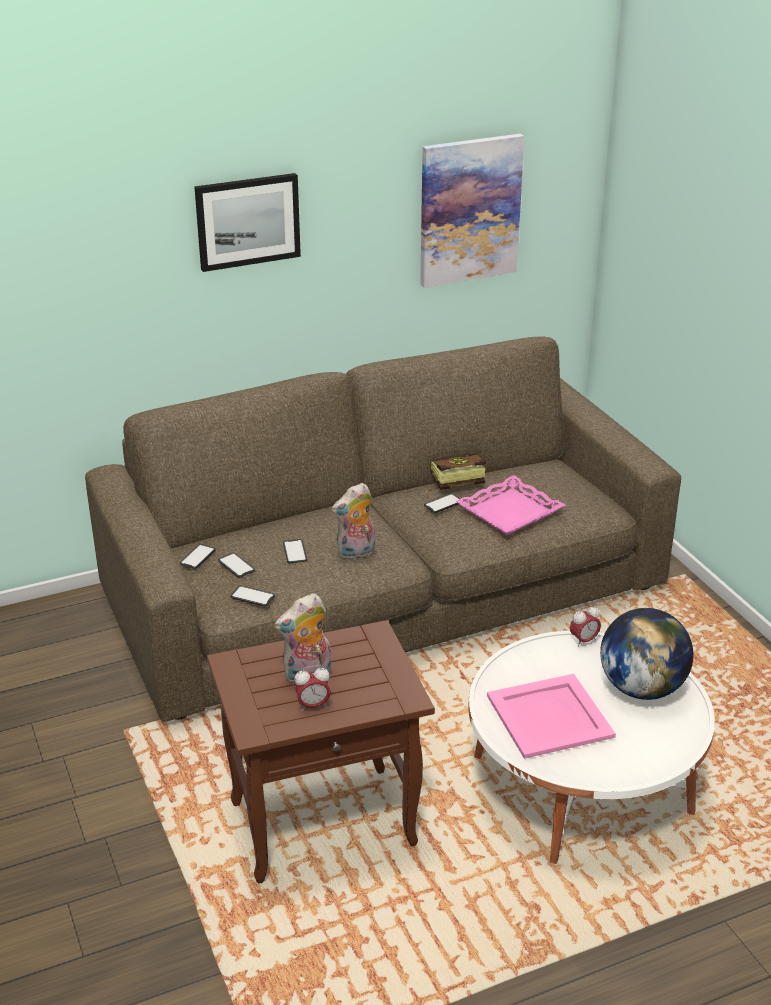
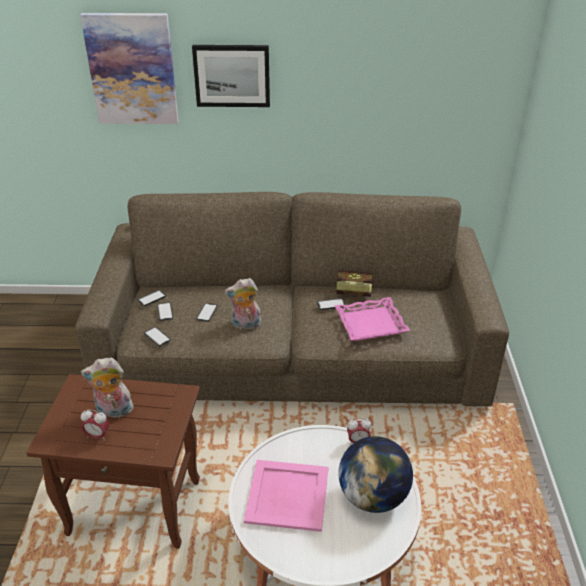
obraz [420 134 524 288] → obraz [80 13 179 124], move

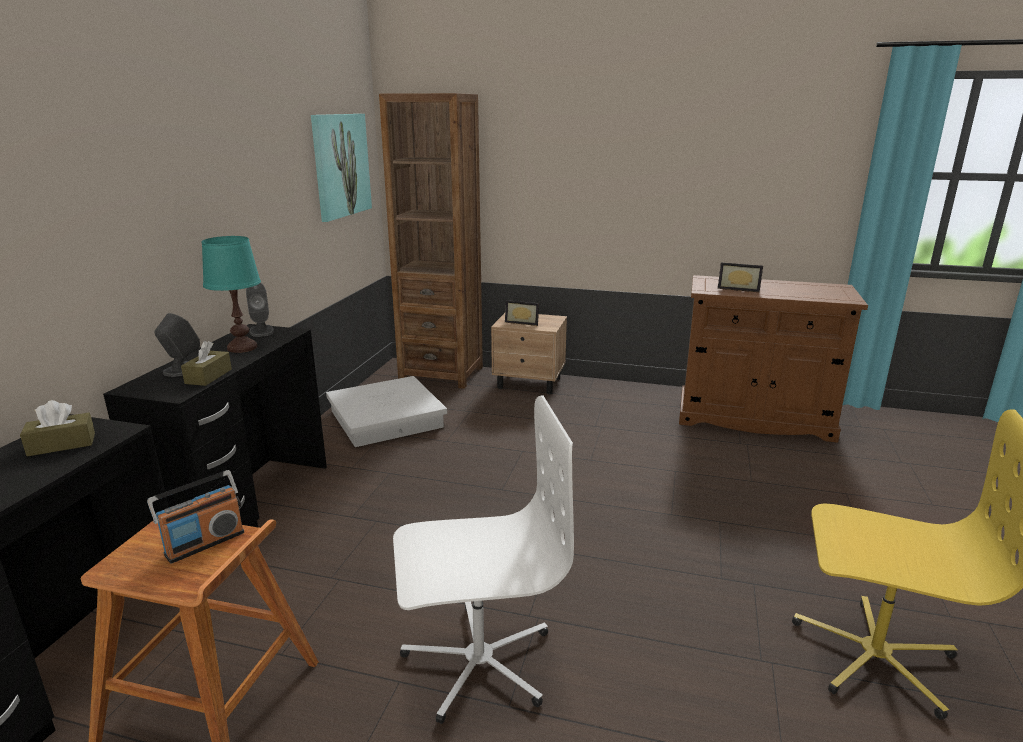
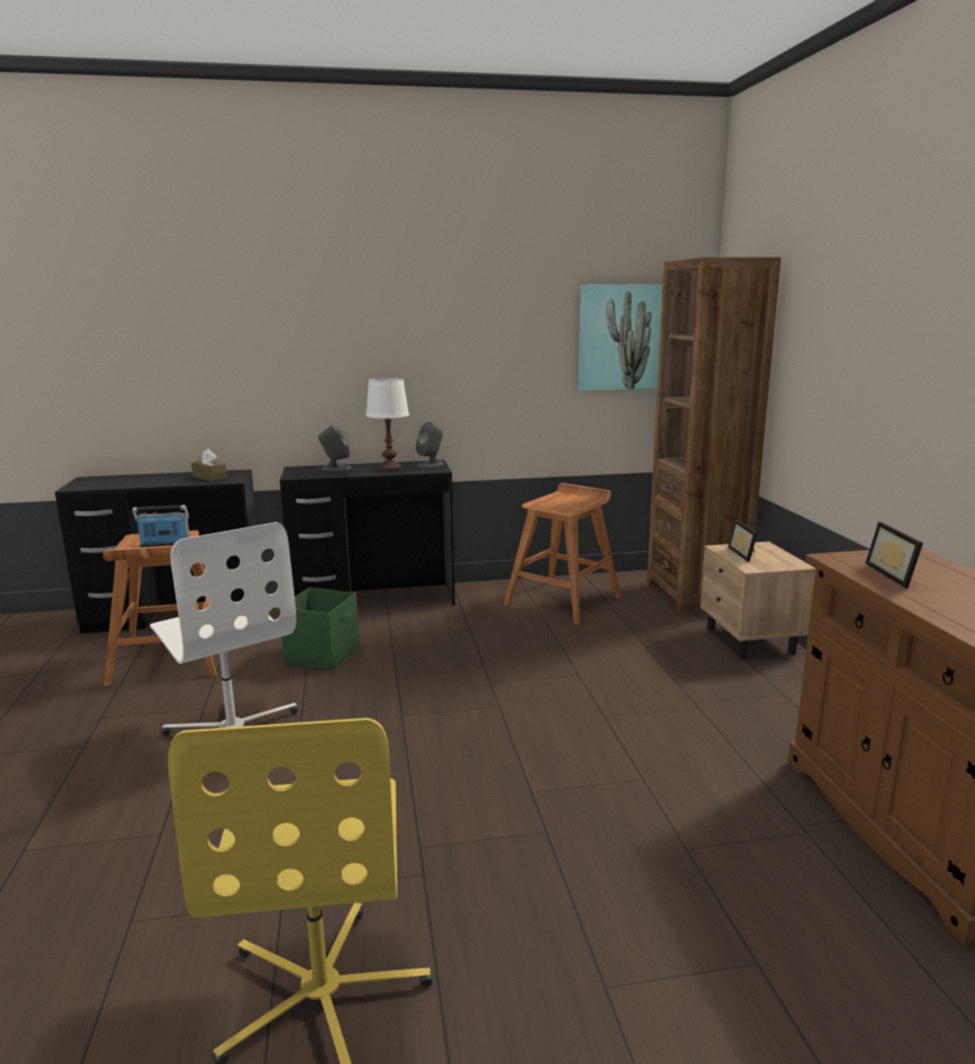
radio [147 470 244 563] → radio [132 505 190 547], 150 degrees clockwise
- → pojemnik do przechowywania [zielony] [279 587 359 670]
lampa stołowa [turkusowy] [202 236 261 353] → lampa stołowa [biały] [366 378 409 471]
pojemnik do przechowywania [biały] [326 376 447 447] → stołek [brązowy] [504 483 621 625]
pudełko chusteczek [brązowy] [181 341 232 386] → -

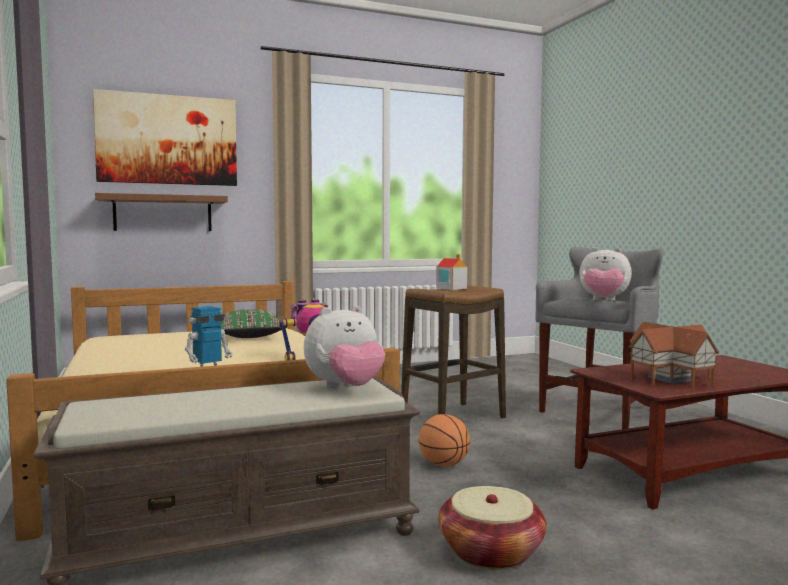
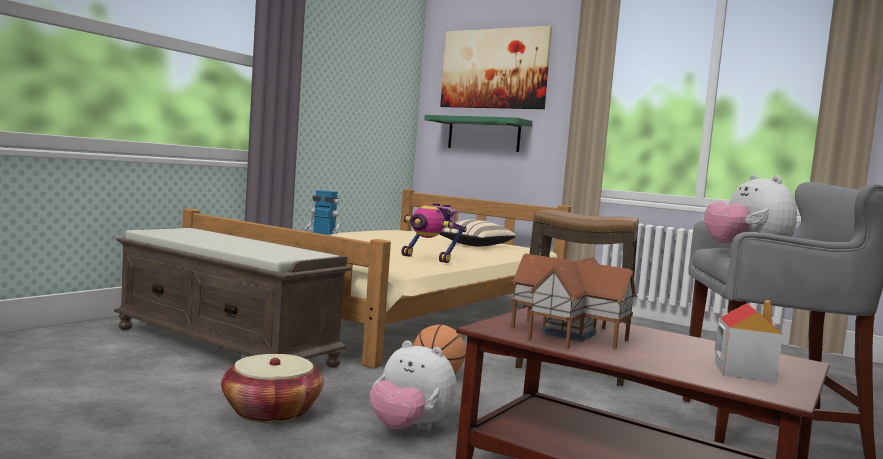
pluszak [304 306 385 389] → pluszak [370 340 457 430], move
półka [brązowy] [95 193 228 231] → półka [zielony] [424 115 532 152]
poduszka [zielony] [221 309 287 338] → poduszka [beżowy] [439 219 516 246]
domek [436 254 467 290] → domek [715 300 783 383], move

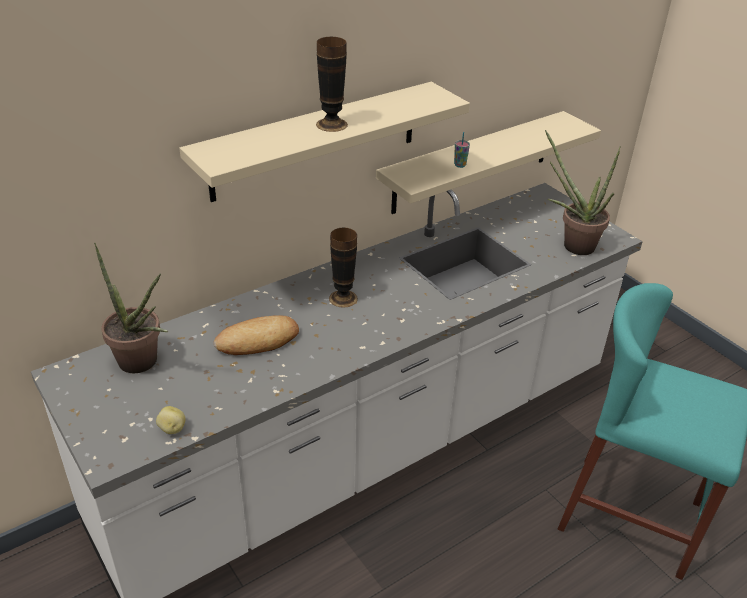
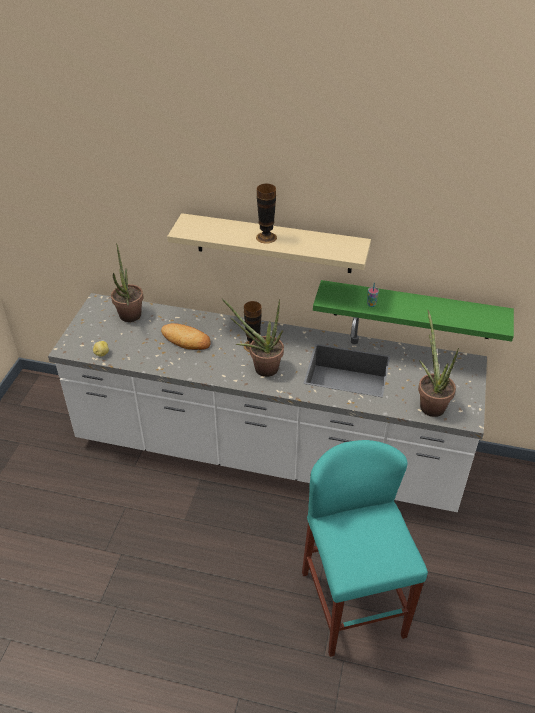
- → roślina doniczkowa [222 299 284 377]
półka [beżowy] [376 111 601 214] → półka [zielony] [313 280 514 342]

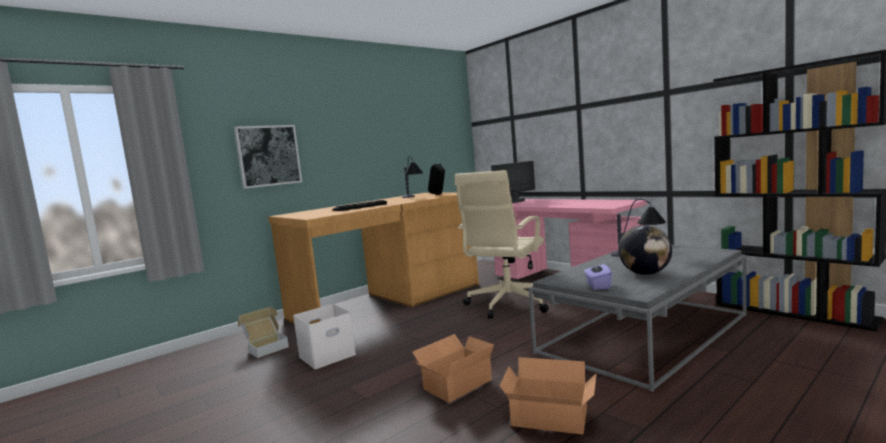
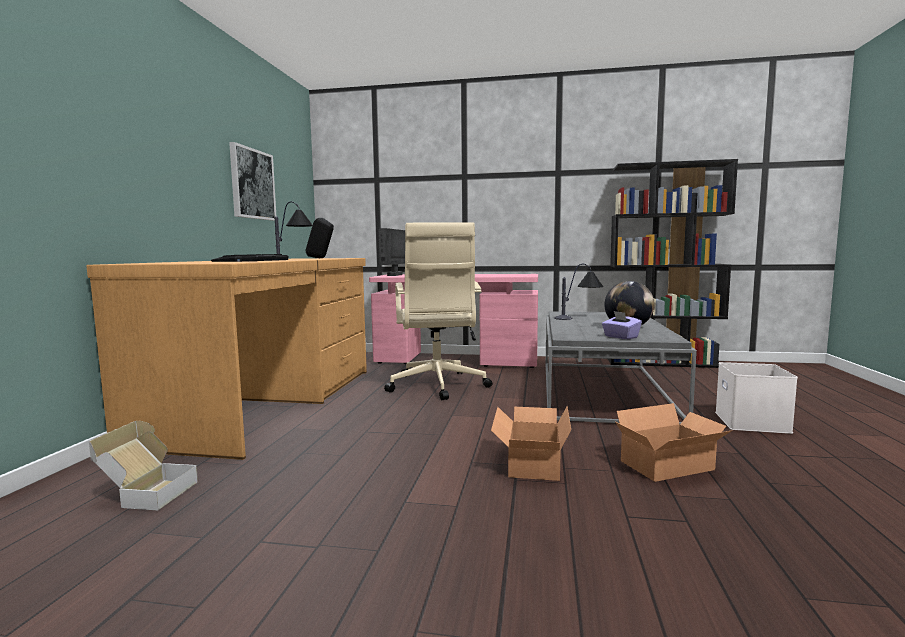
obraz [234 125 302 189] → obraz [229 142 276 221], move
pojemnik do przechowywania [biały] [293 304 356 369] → pojemnik do przechowywania [biały] [715 362 798 434], move

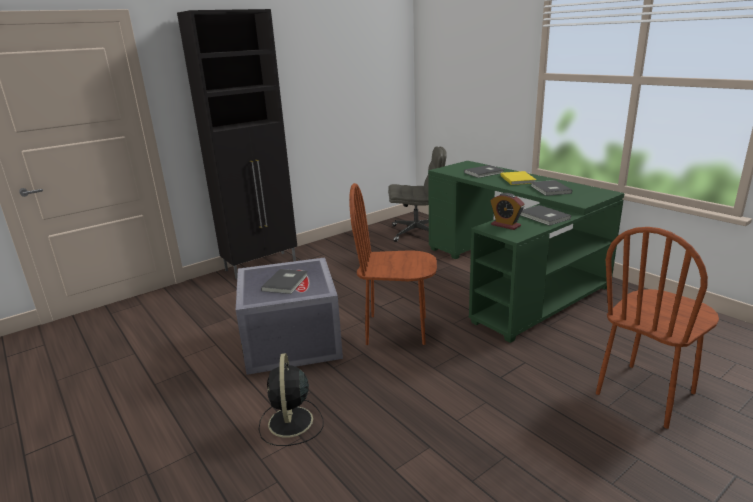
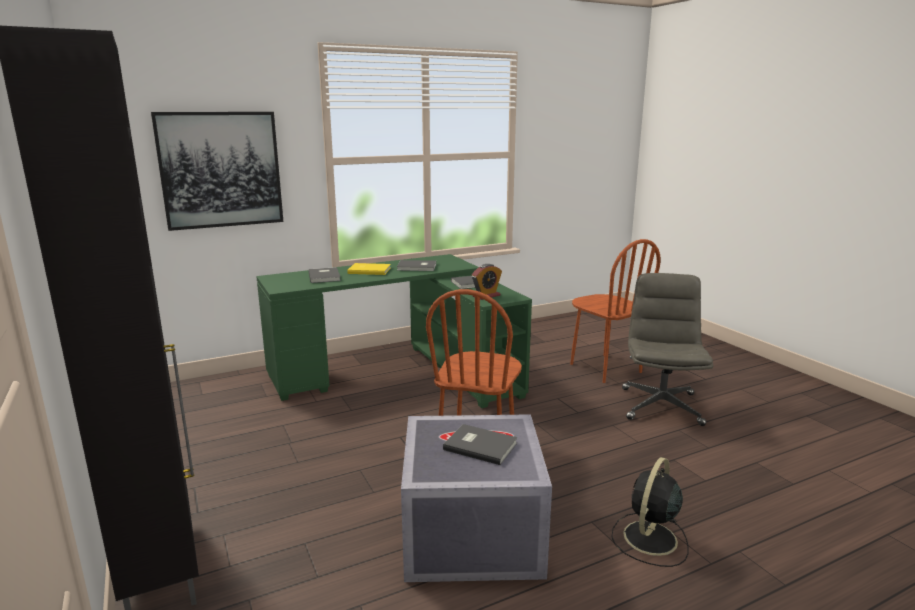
- → obraz [151 112 283 231]
wentylator [czarny] [259 353 324 446] → wentylator [czarny] [611 457 689 567], 120 degrees clockwise
krzesło biurowe [szary] [388 146 447 242] → krzesło biurowe [szary] [622 273 713 426], move

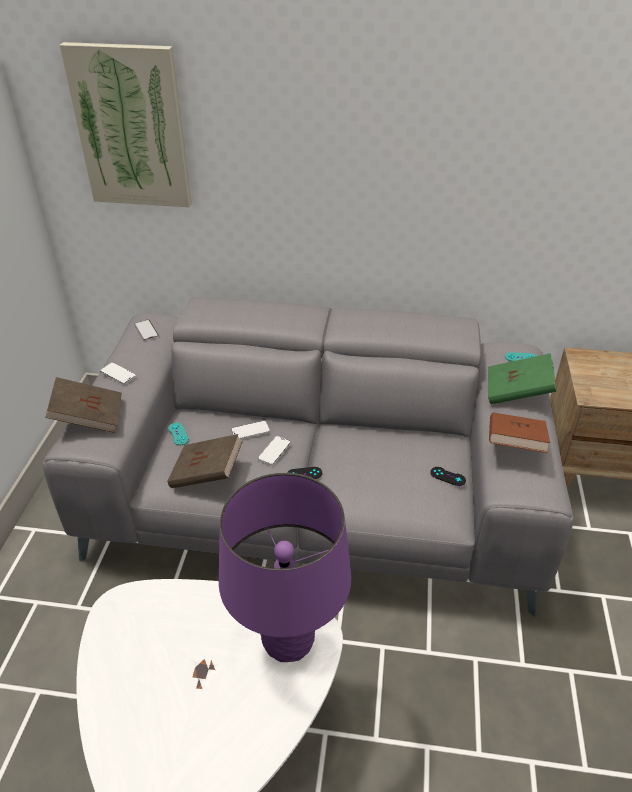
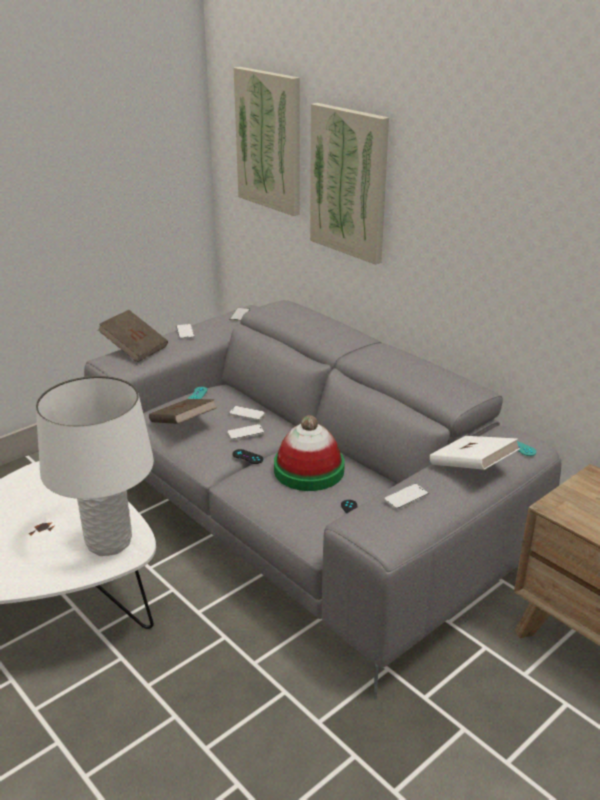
lampa stołowa [fioletowy] [219 473 352 662] → lampa stołowa [biały] [36 376 154 556]
- → kapelusz [274 415 345 491]
- → obraz [310 103 389 265]
książka [brązowy] [489 412 550 453] → telefon [384 484 428 509]
książka [zielony] [488 353 556 404] → książka [biały] [430 436 520 470]

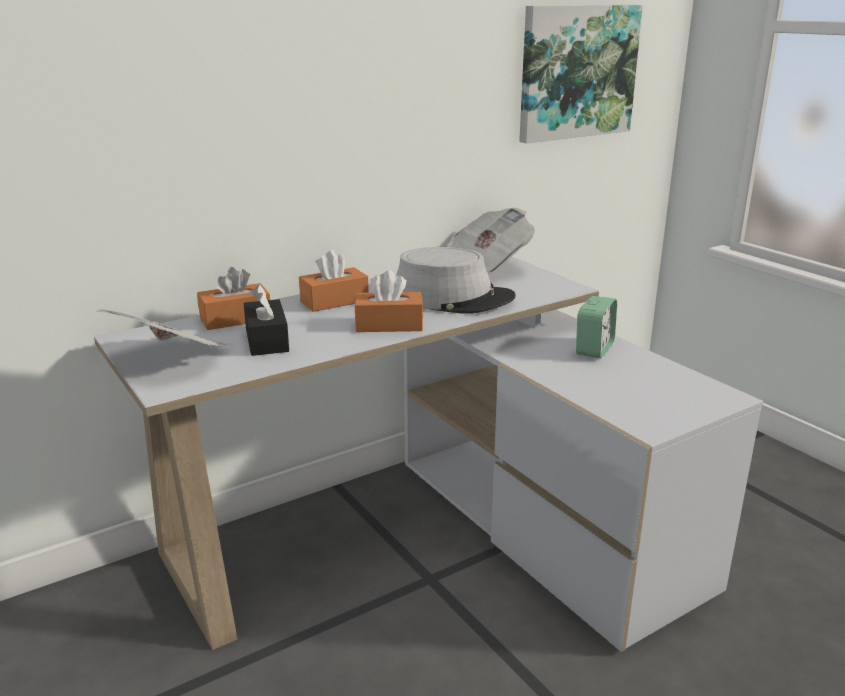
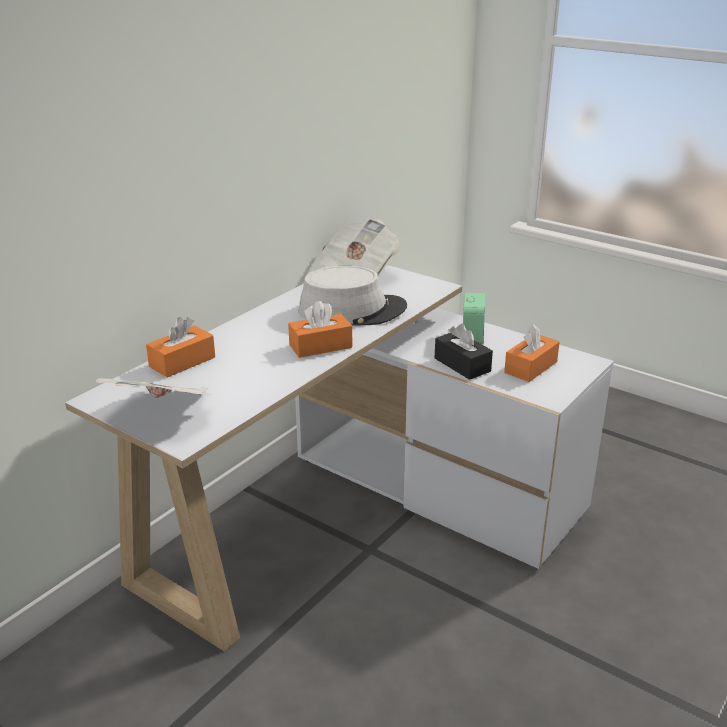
pudełko chusteczek [czarny] [244 284 289 356] → pudełko chusteczek [czarny] [435 323 493 380], move
pudełko chusteczek [pomarańczowy] [299 250 369 312] → pudełko chusteczek [pomarańczowy] [504 325 560 382], move
obraz [519 5 643 143] → -

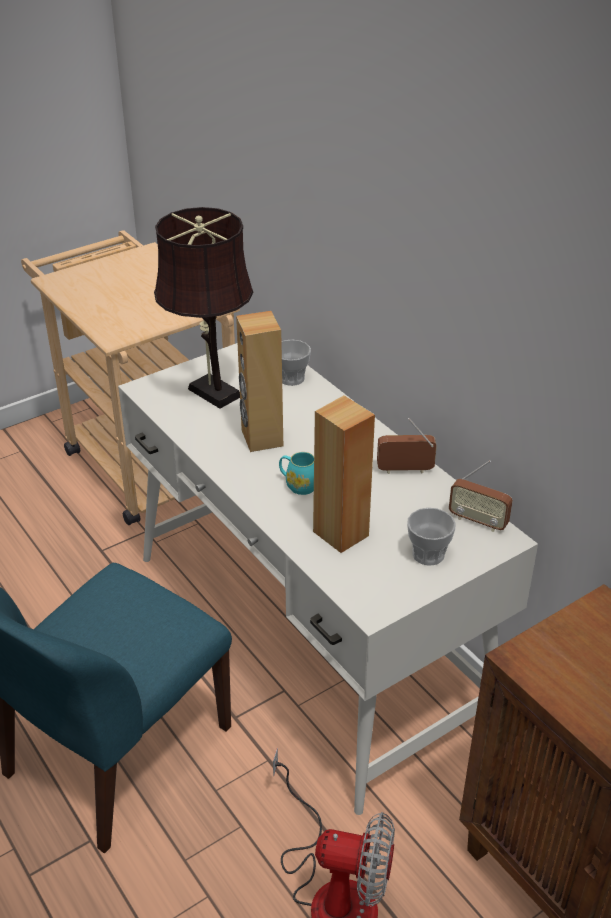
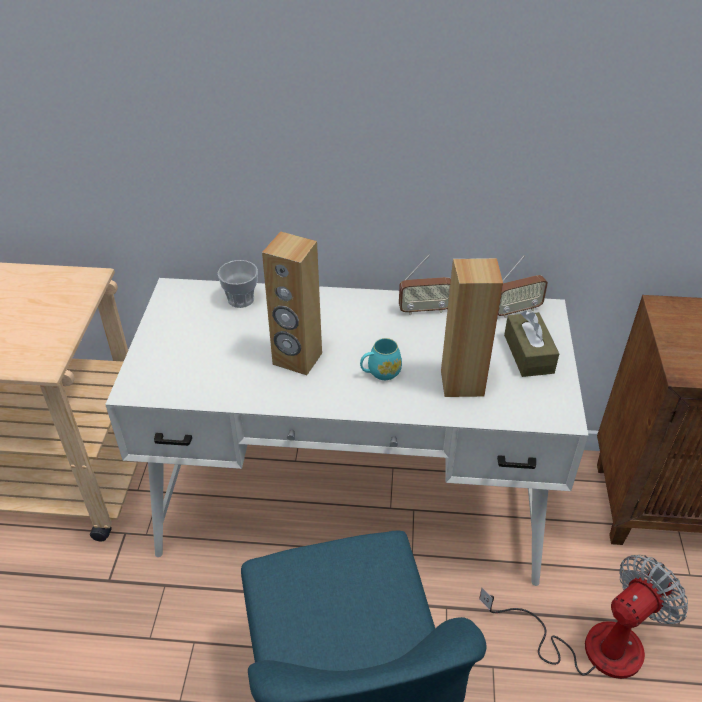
radio [377 418 437 474] → radio [399 255 451 315], 135 degrees counterclockwise
filiżanka [407 508 456 566] → pudełko chusteczek [brązowy] [504 311 559 377]
lampa stołowa [brązowy] [154 207 253 409] → -

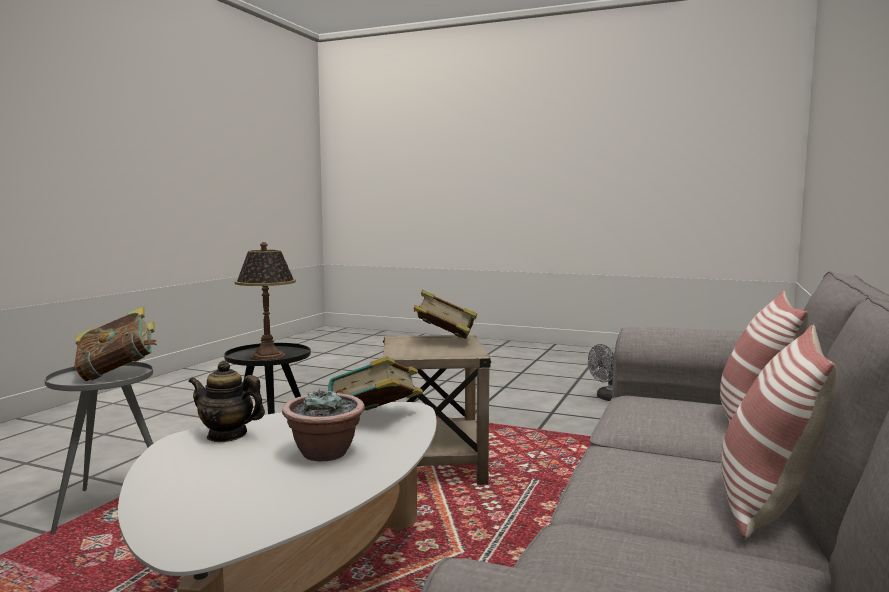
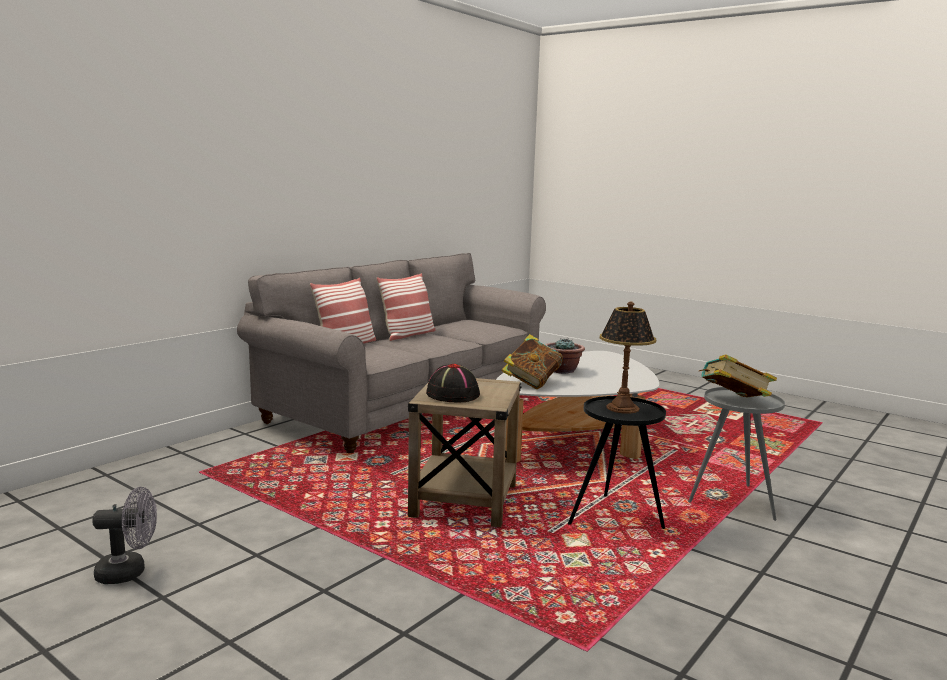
książka [414 289 477 339] → kapelusz [czarny] [426 364 480 403]
imbryk [188 361 265 442] → -

